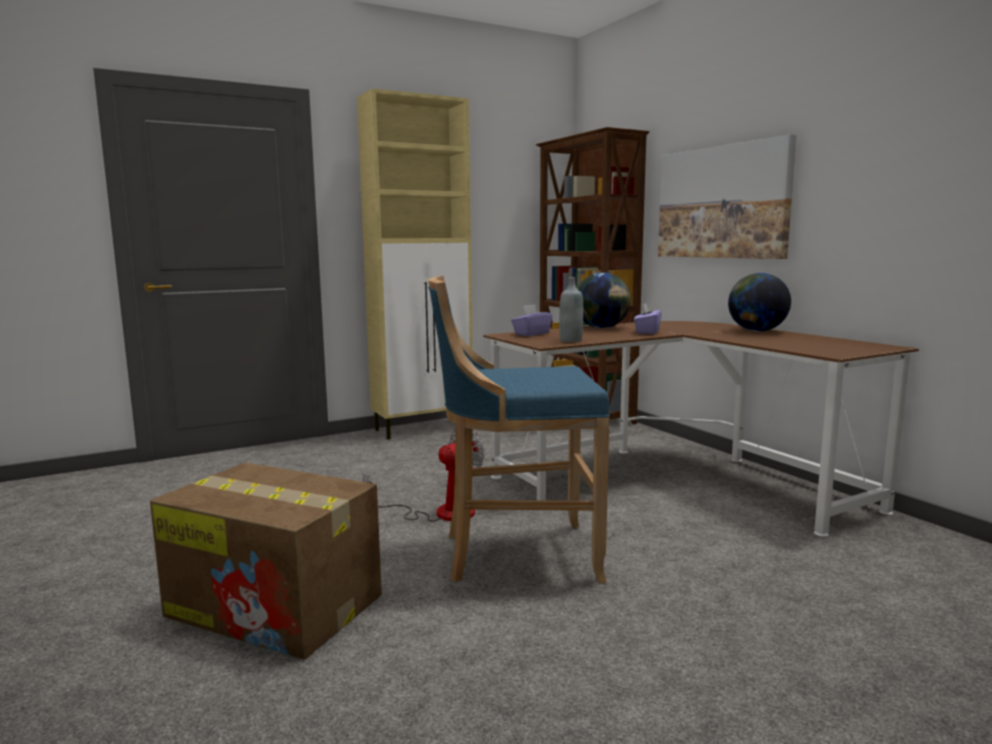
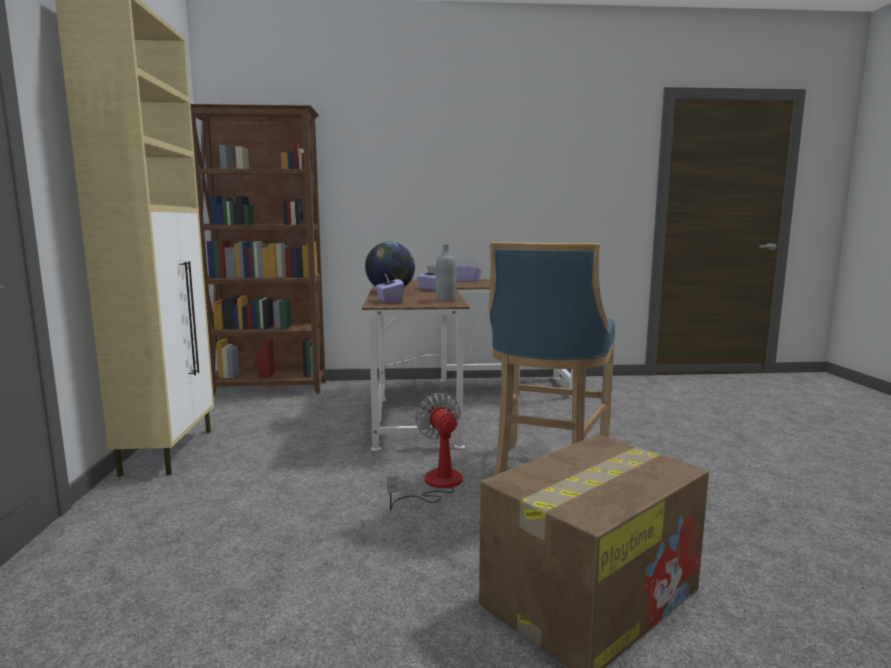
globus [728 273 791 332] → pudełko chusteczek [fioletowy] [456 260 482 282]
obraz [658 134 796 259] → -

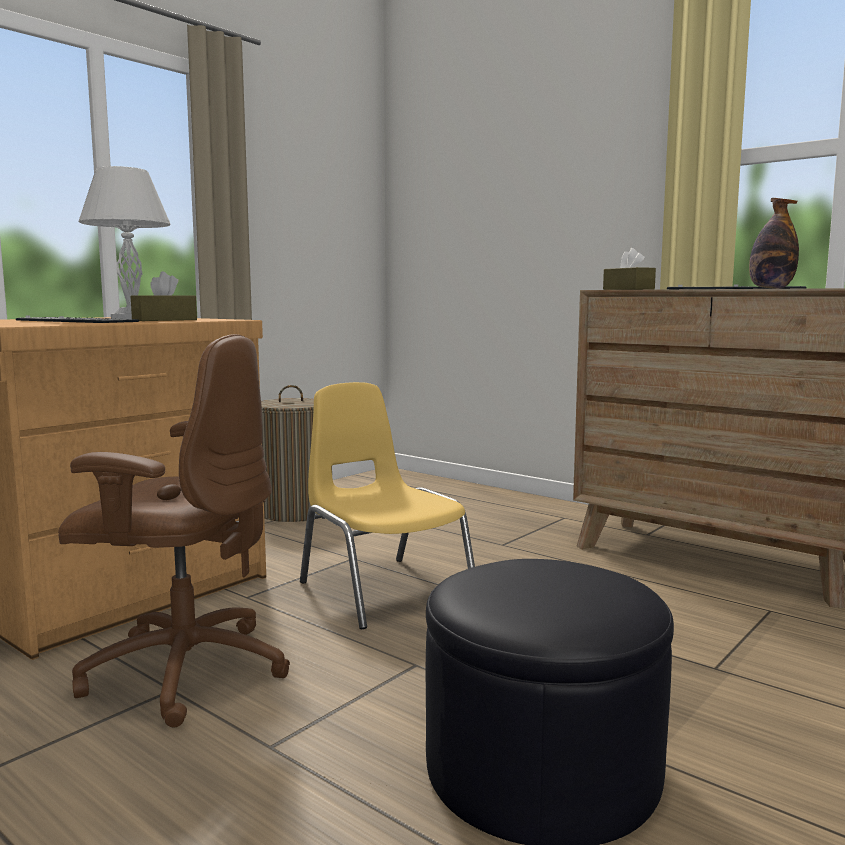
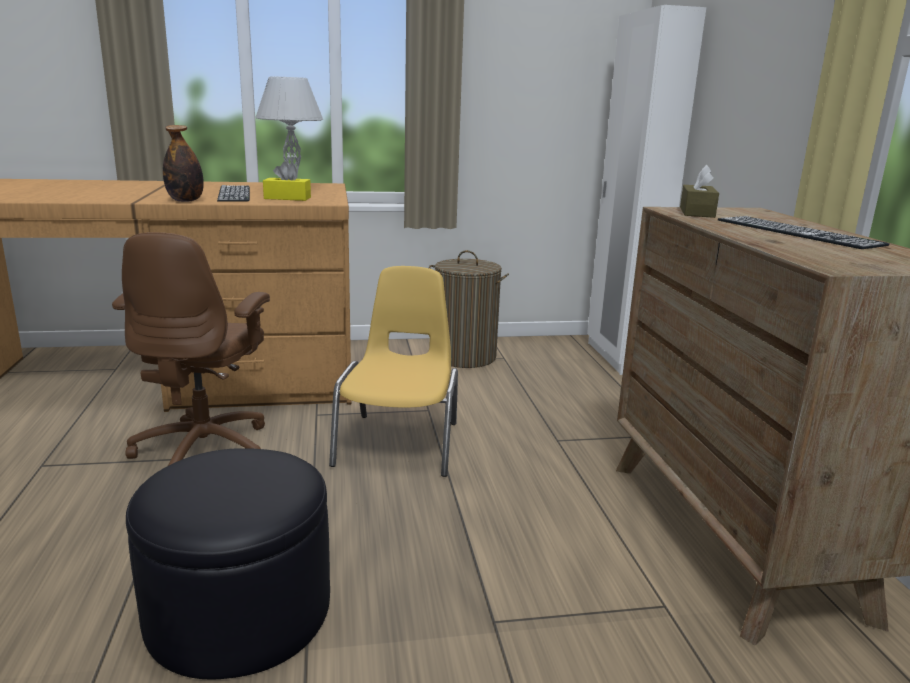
krzesło biurowe [brązowy] [58 334 290 727] → krzesło biurowe [brązowy] [112 232 270 466], 45 degrees clockwise
butelka [749 198 799 289] → butelka [163 125 204 202], move
pudełko chusteczek [brązowy] [131 271 197 321] → pudełko chusteczek [żółty] [263 161 311 201]
- → szafa [biały] [587 5 706 375]

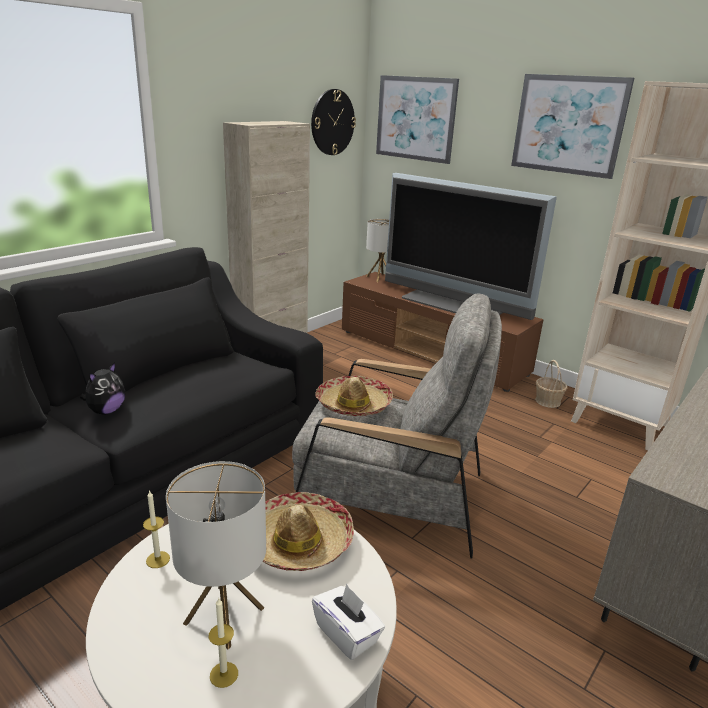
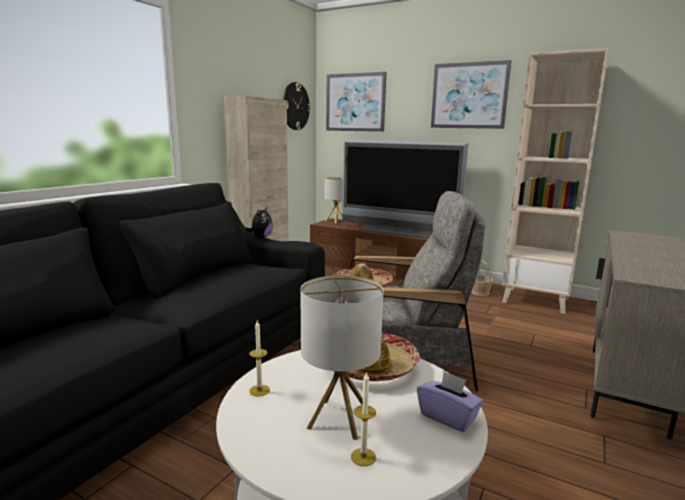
pluszak [80 362 125 415] → pluszak [245 207 273 238], move
pudełko chusteczek [biały] [312 584 385 660] → pudełko chusteczek [fioletowy] [417 371 484 432]

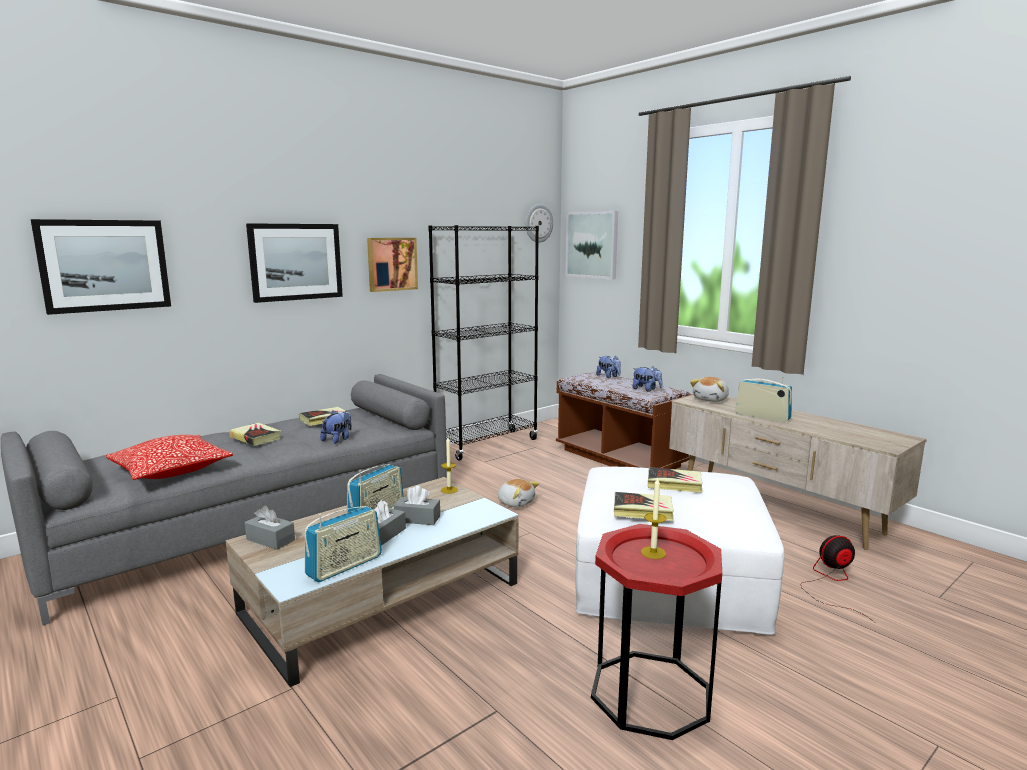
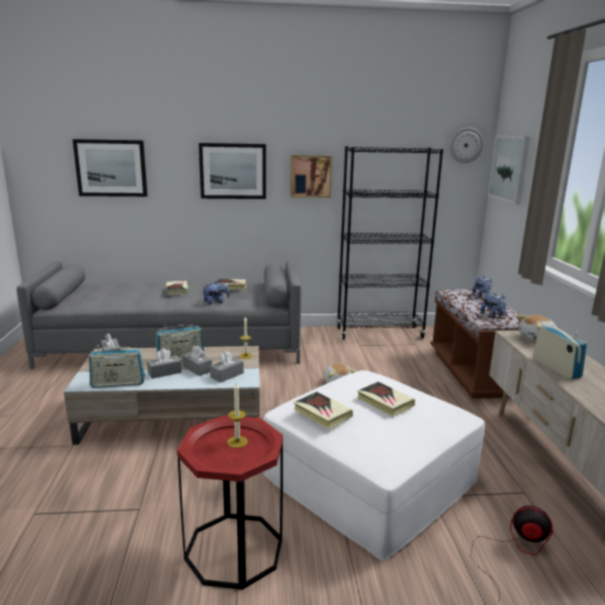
- → pudełko chusteczek [szary] [210 351 244 383]
poduszka [105 435 233 480] → -

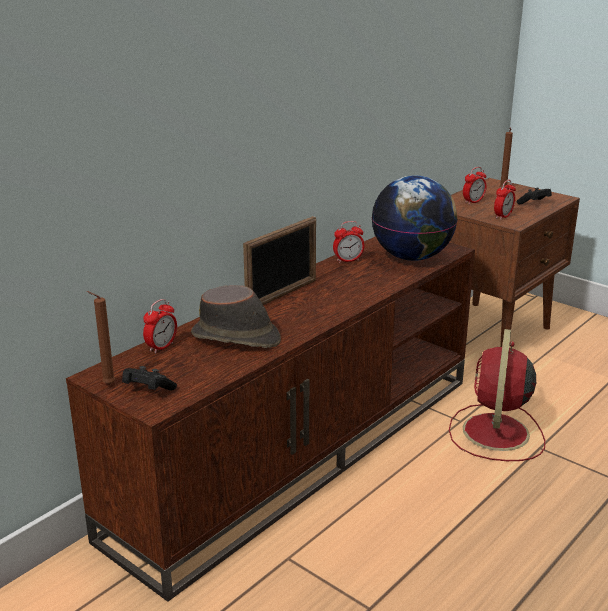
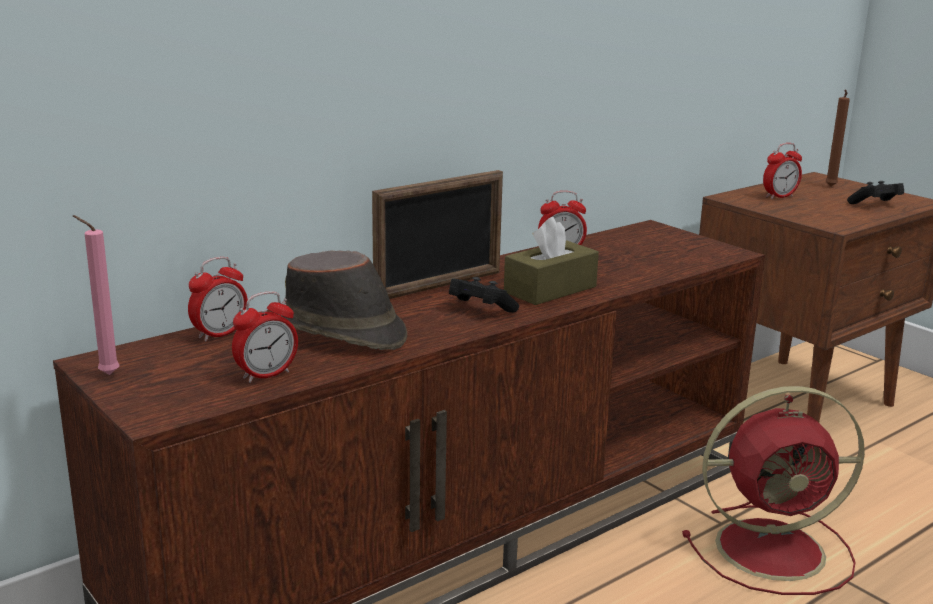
świeca [brązowy] [87 291 115 384] → świeca [różowy] [73 215 119 375]
budzik [494 180 516 220] → budzik [232 291 298 383], move
pad do gier [czarny] [122 366 177 391] → pad do gier [czarny] [449 277 519 313], move
- → pudełko chusteczek [brązowy] [504 217 599 305]
wentylator [czerwony] [449 329 545 461] → wentylator [czerwony] [682 386 865 595], 120 degrees counterclockwise
globus [372 176 458 261] → -

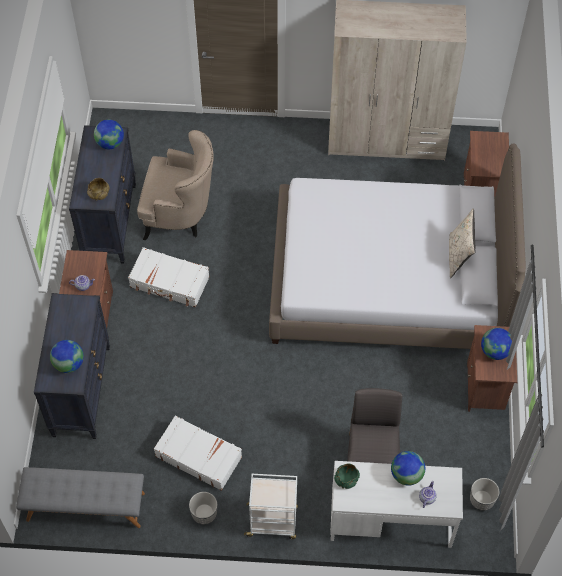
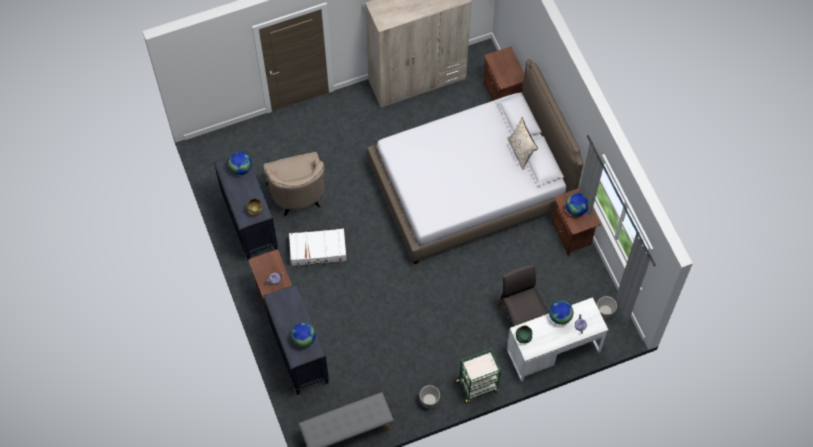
fotel [beżowy] [137 130 213 240] → fotel [beżowy] [264 152 325 216], 90 degrees clockwise
wózek [biały] [244 474 298 539] → wózek [zielony] [454 349 501 403]
walizka [biały] [154 416 242 491] → -

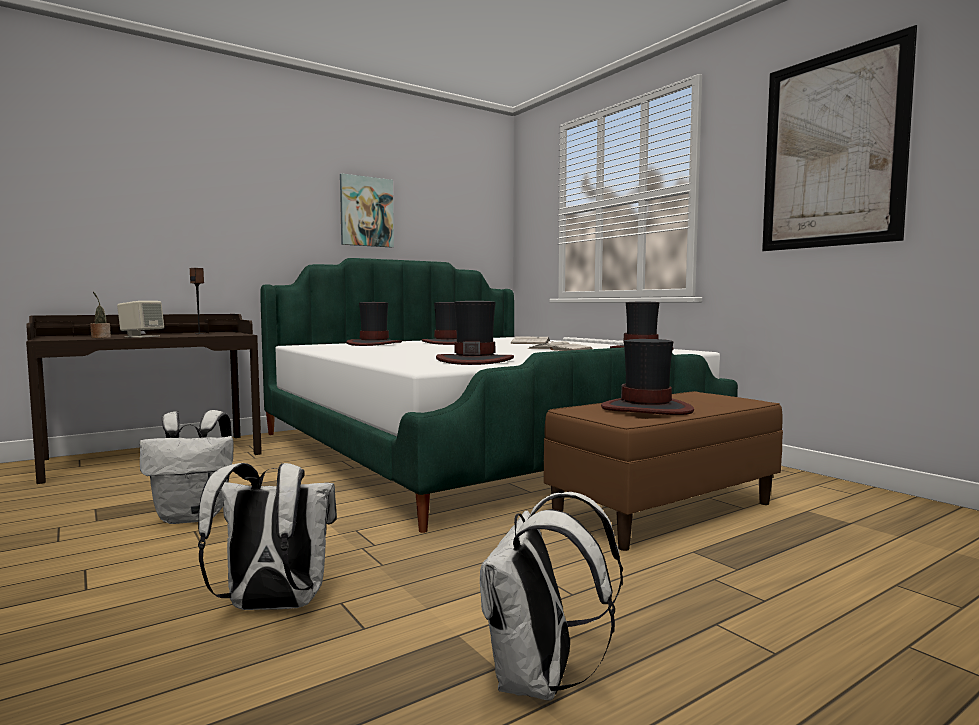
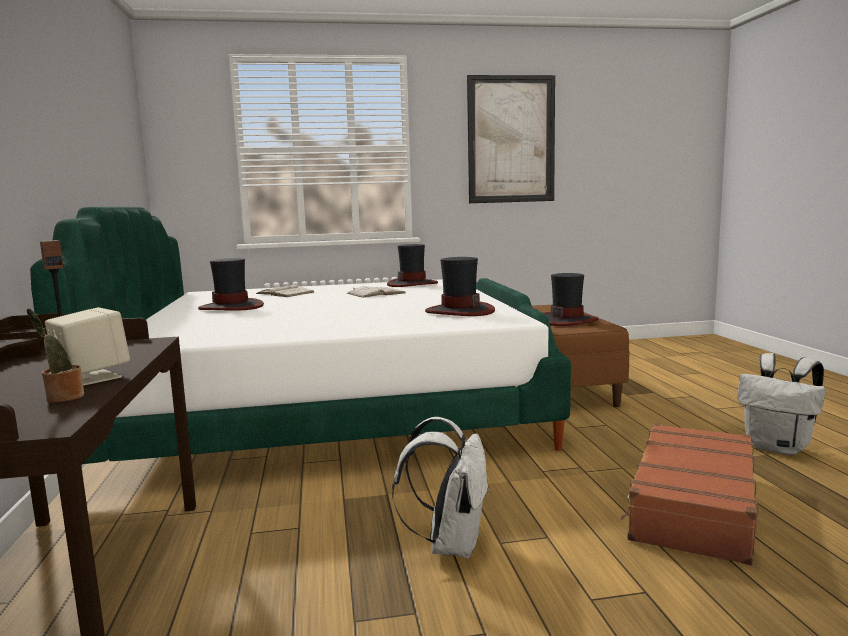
plecak [biały] [198 463 337 610] → walizka [brązowy] [621 423 758 565]
obraz [340 173 394 248] → -
kapelusz [346 302 402 346] → -

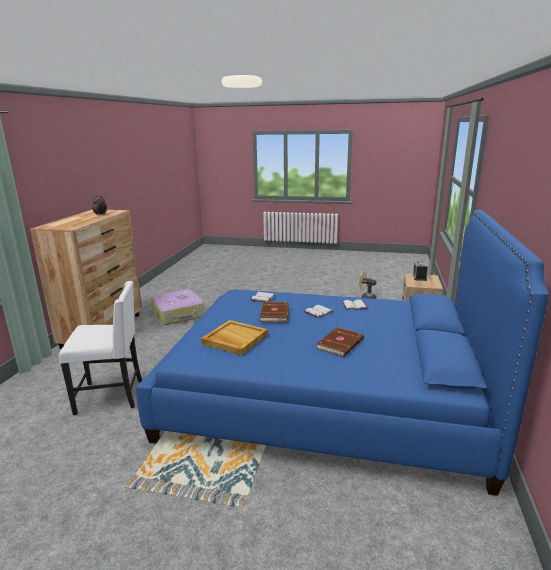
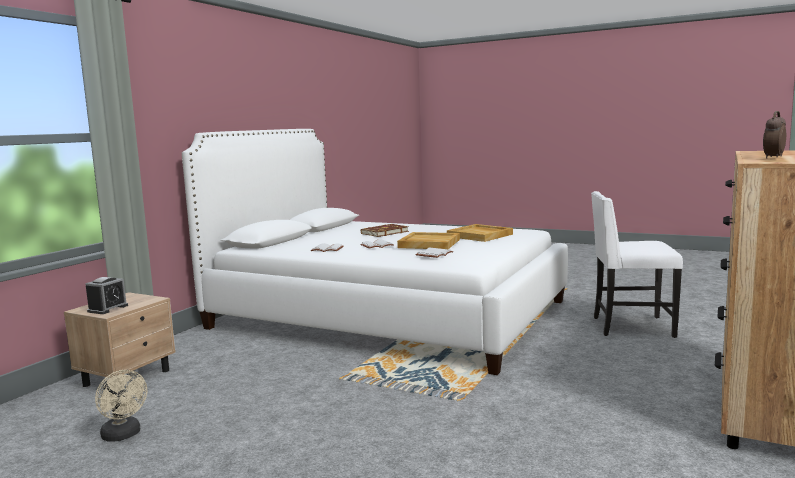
łóżko [niebieski] [136 210 549 496] → łóżko [biały] [182 129 568 375]
książka [brązowy] [260 302 289 322] → taca [beżowy] [397 232 460 249]
walizka [151 289 205 325] → -

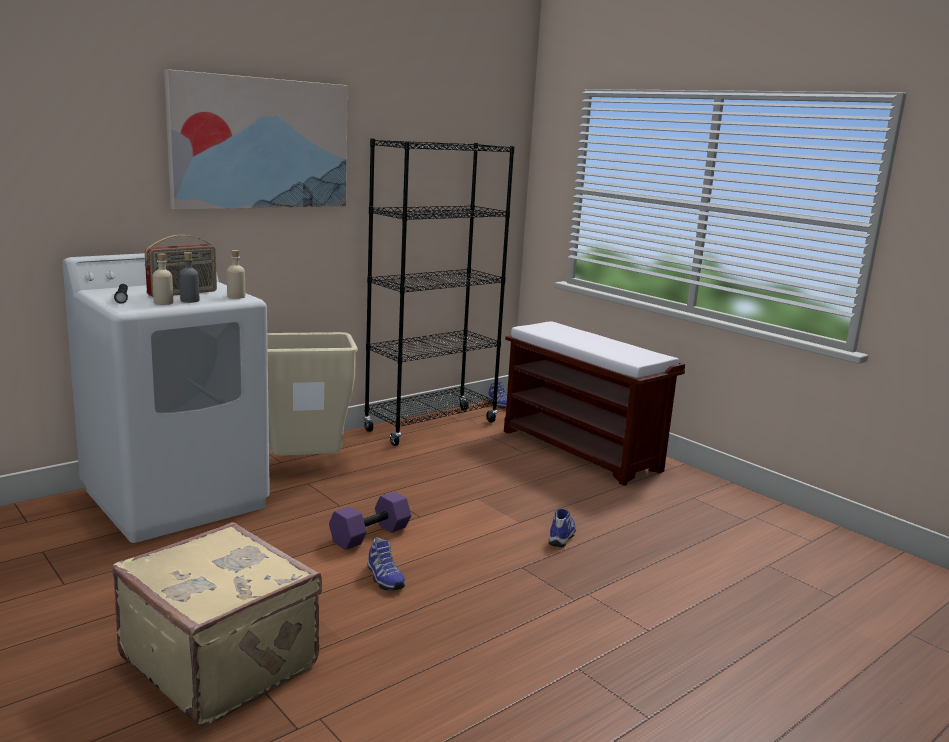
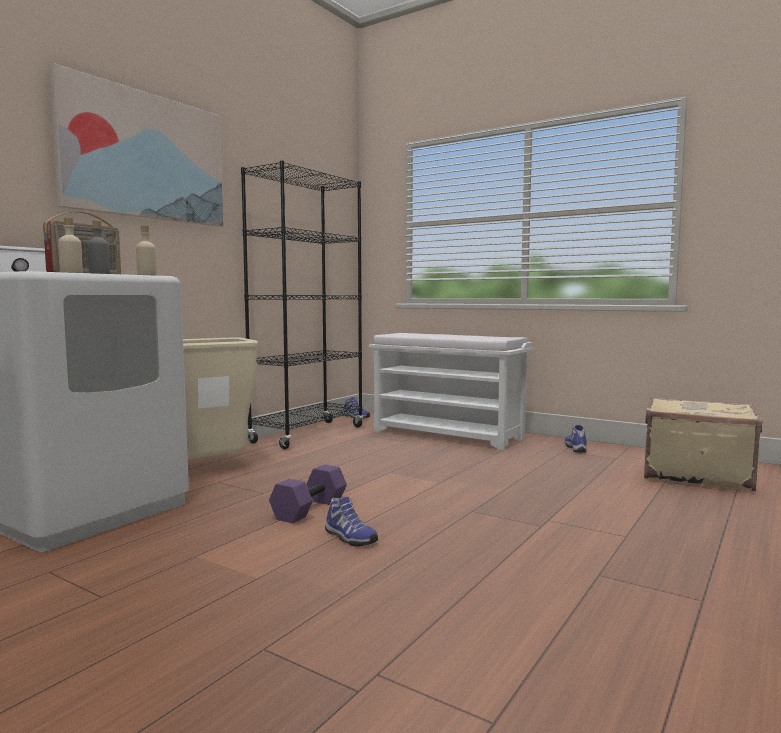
ławka [brązowy] [504 321 685 486] → ławka [biały] [369 333 533 451]
but [549 509 576 547] → but [565 425 587 453], move
walizka [beżowy] [112 522 322 727] → walizka [beżowy] [644 397 763 491], move

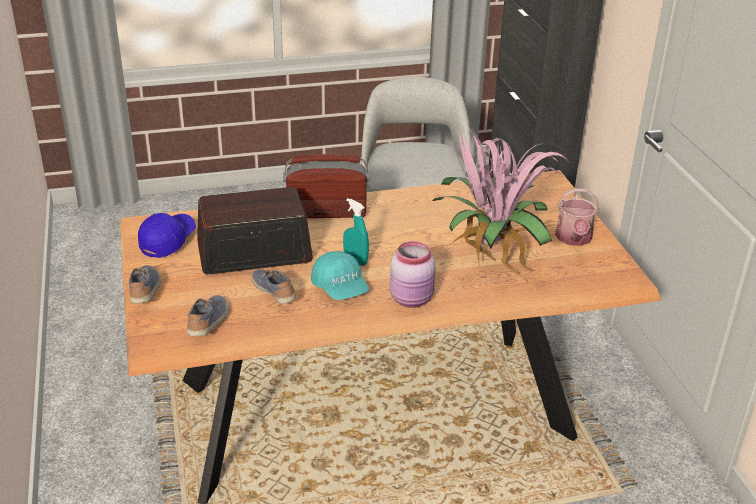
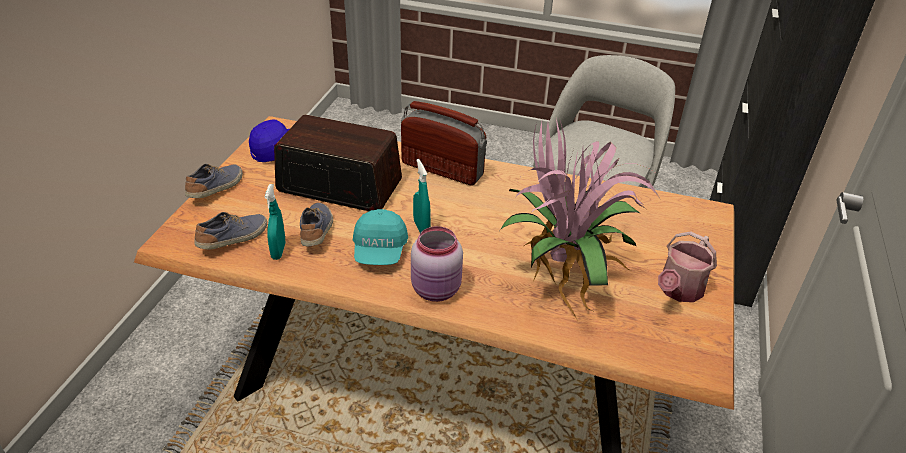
- → spryskiwacz [turkusowy] [265 184 286 260]

